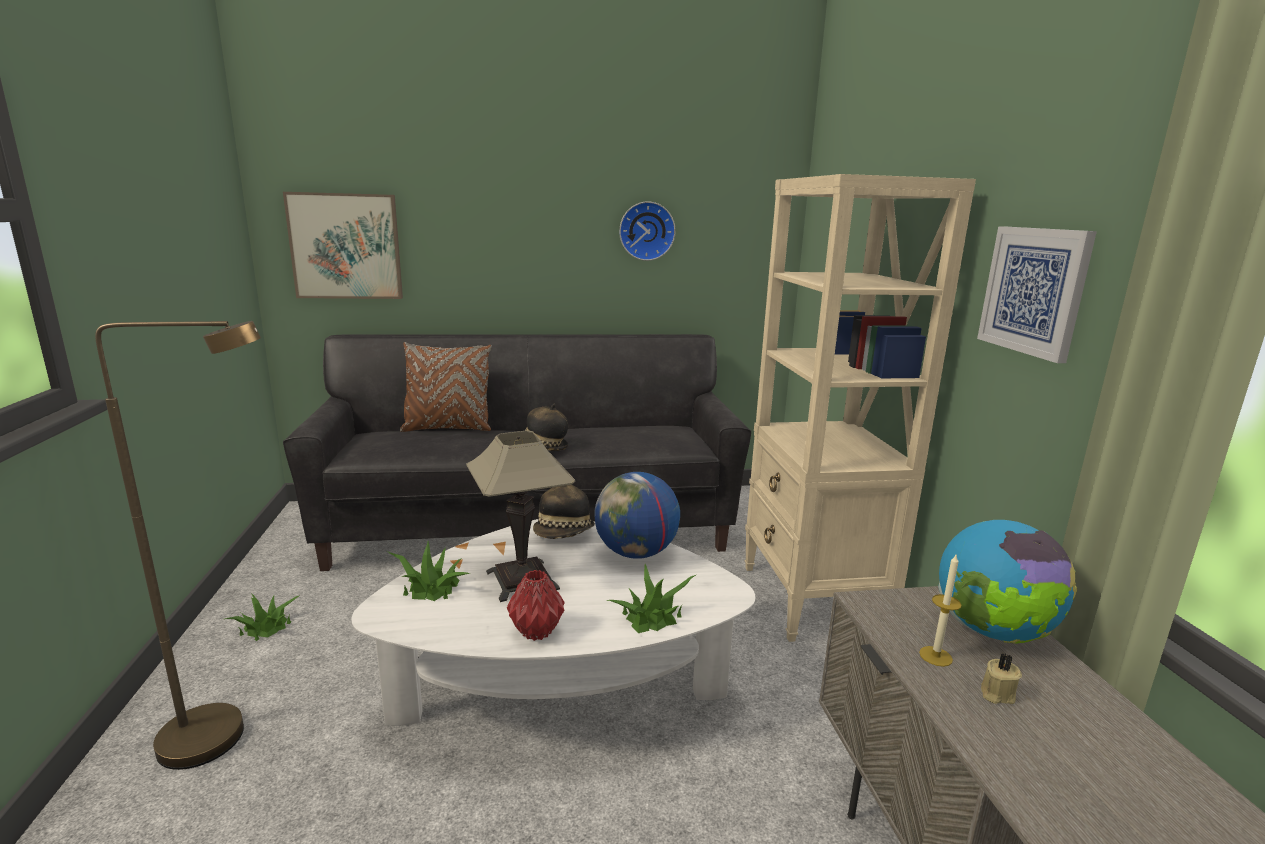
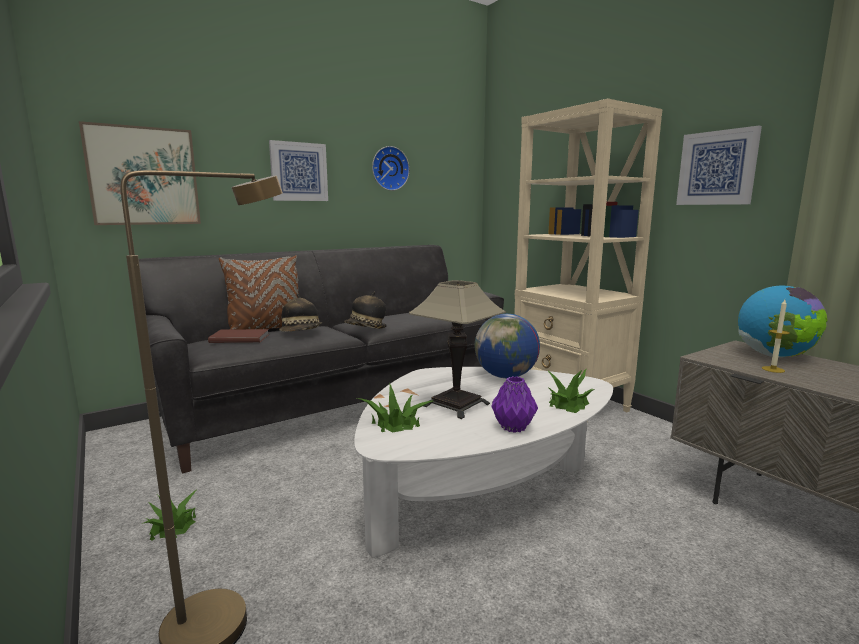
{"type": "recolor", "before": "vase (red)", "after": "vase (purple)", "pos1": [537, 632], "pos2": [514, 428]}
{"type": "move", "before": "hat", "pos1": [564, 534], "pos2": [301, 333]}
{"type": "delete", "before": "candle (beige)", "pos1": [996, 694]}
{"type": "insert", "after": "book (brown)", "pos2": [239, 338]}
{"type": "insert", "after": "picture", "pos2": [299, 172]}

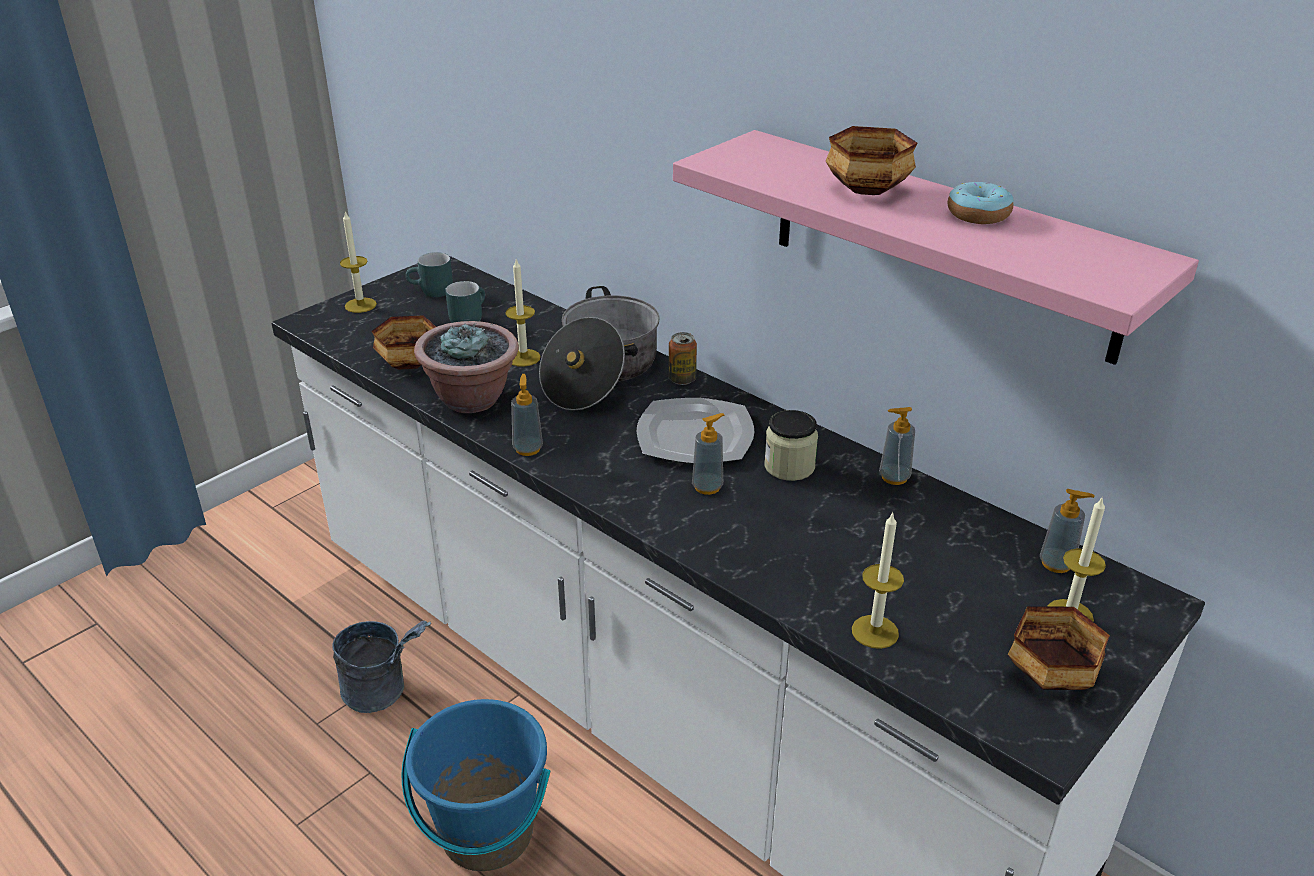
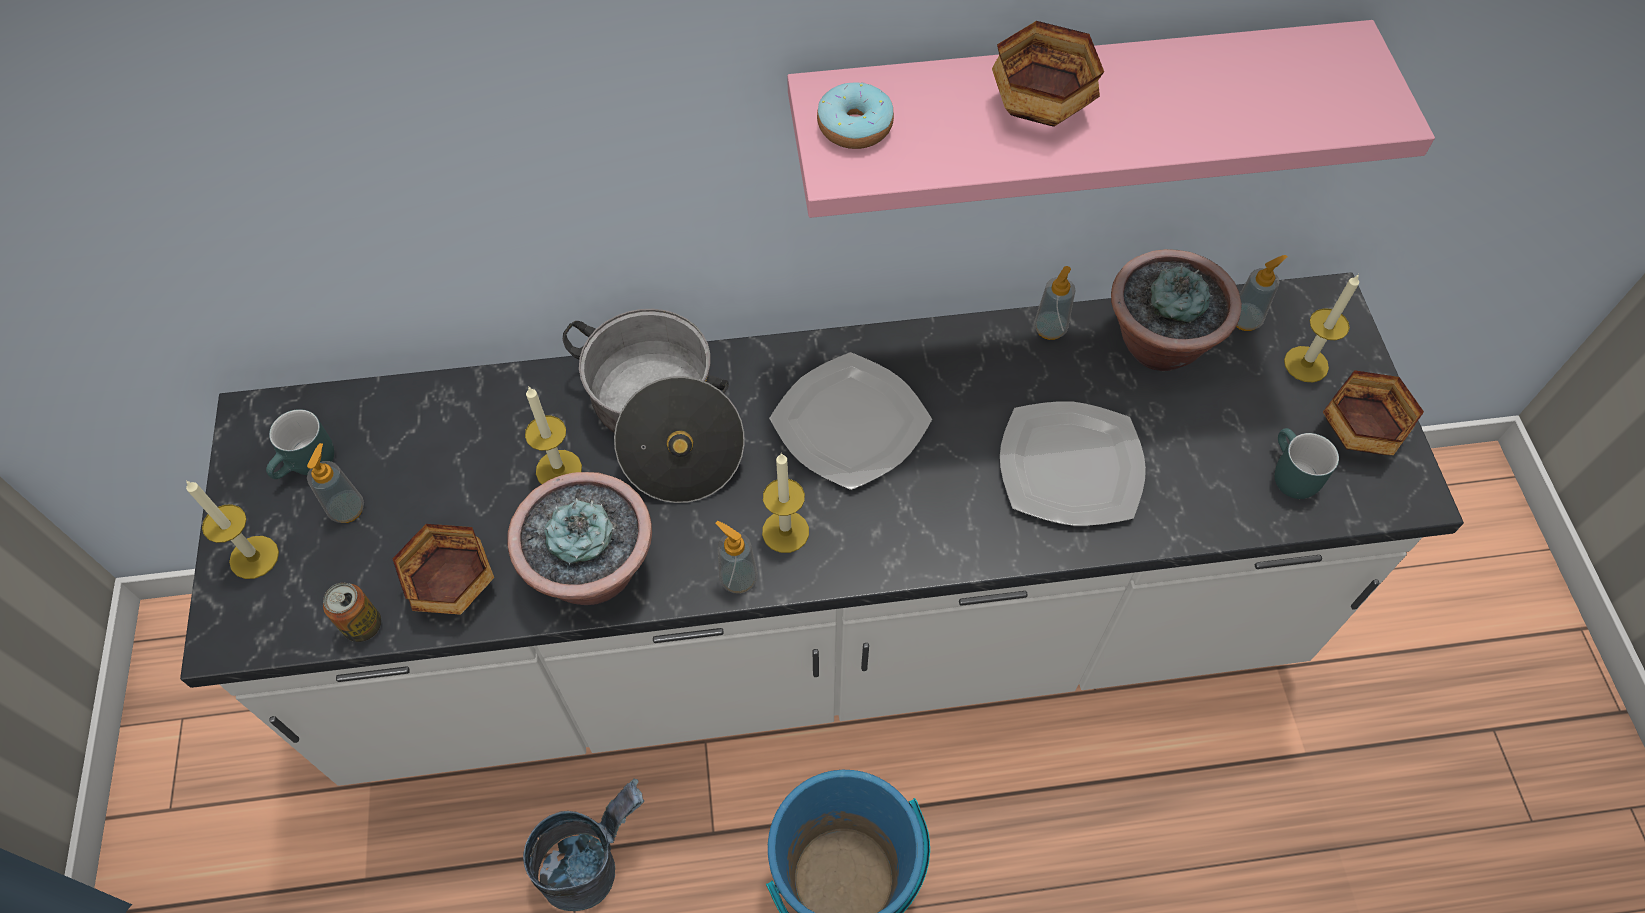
{"type": "move", "before": "mug (turquoise)", "pos1": [467, 318], "pos2": [1288, 475]}
{"type": "move", "before": "can", "pos1": [682, 379], "pos2": [363, 625]}
{"type": "move", "before": "soap dispenser", "pos1": [707, 487], "pos2": [347, 509]}
{"type": "delete", "before": "jar", "pos1": [789, 466]}
{"type": "move", "before": "candle", "pos1": [875, 631], "pos2": [785, 531]}
{"type": "move", "before": "donut", "pos1": [978, 215], "pos2": [854, 127]}
{"type": "insert", "after": "plate", "pos2": [1069, 465]}
{"type": "insert", "after": "potted plant", "pos2": [1157, 344]}

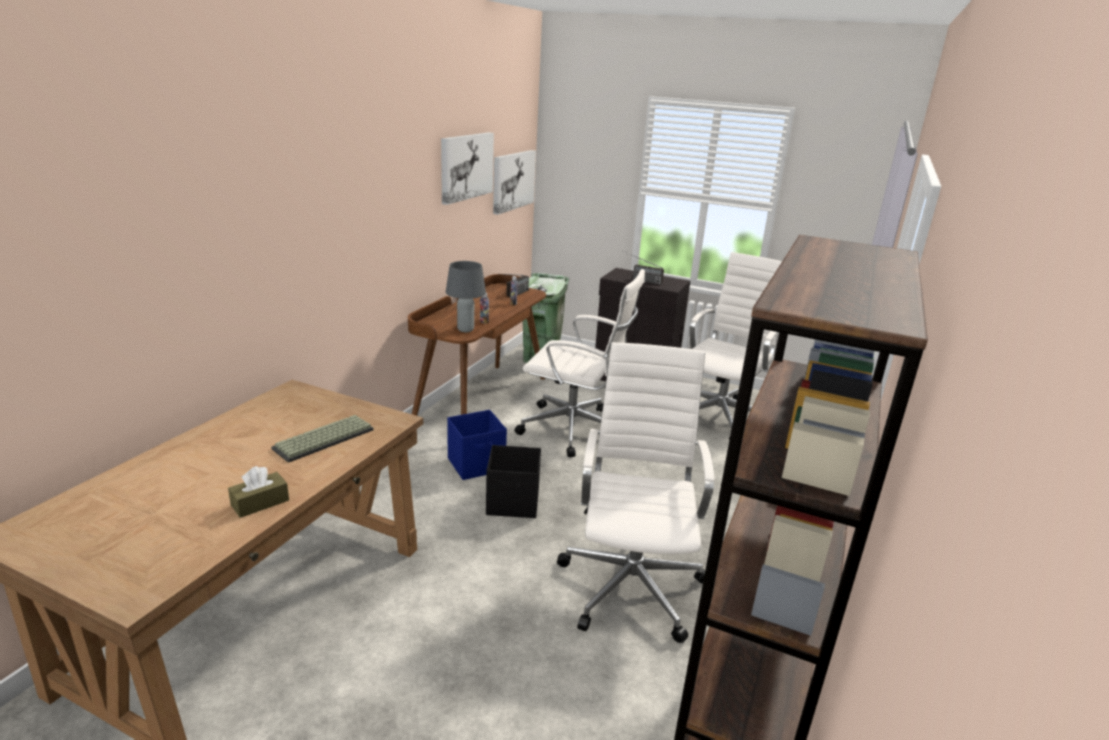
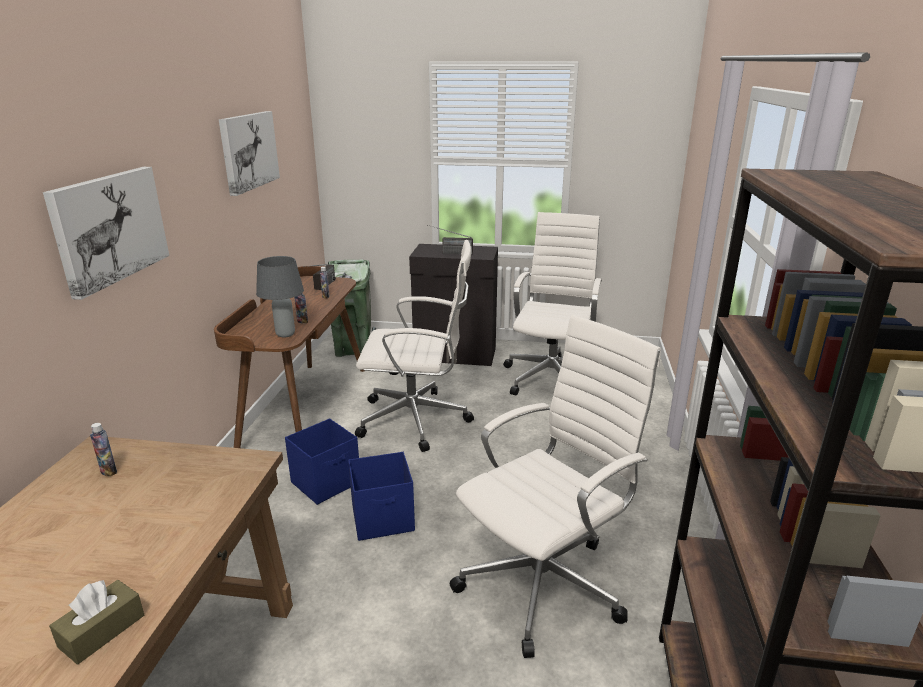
{"type": "delete", "before": "keyboard", "pos1": [324, 440]}
{"type": "recolor", "before": "storage box (black)", "after": "storage box (blue)", "pos1": [513, 503], "pos2": [384, 519]}
{"type": "move", "before": "picture", "pos1": [512, 181], "pos2": [110, 228]}
{"type": "rotate", "before": "office chair (white)", "pos1": [632, 583], "pos2": [545, 582], "turn": 60}
{"type": "insert", "after": "bottle", "pos2": [108, 471]}

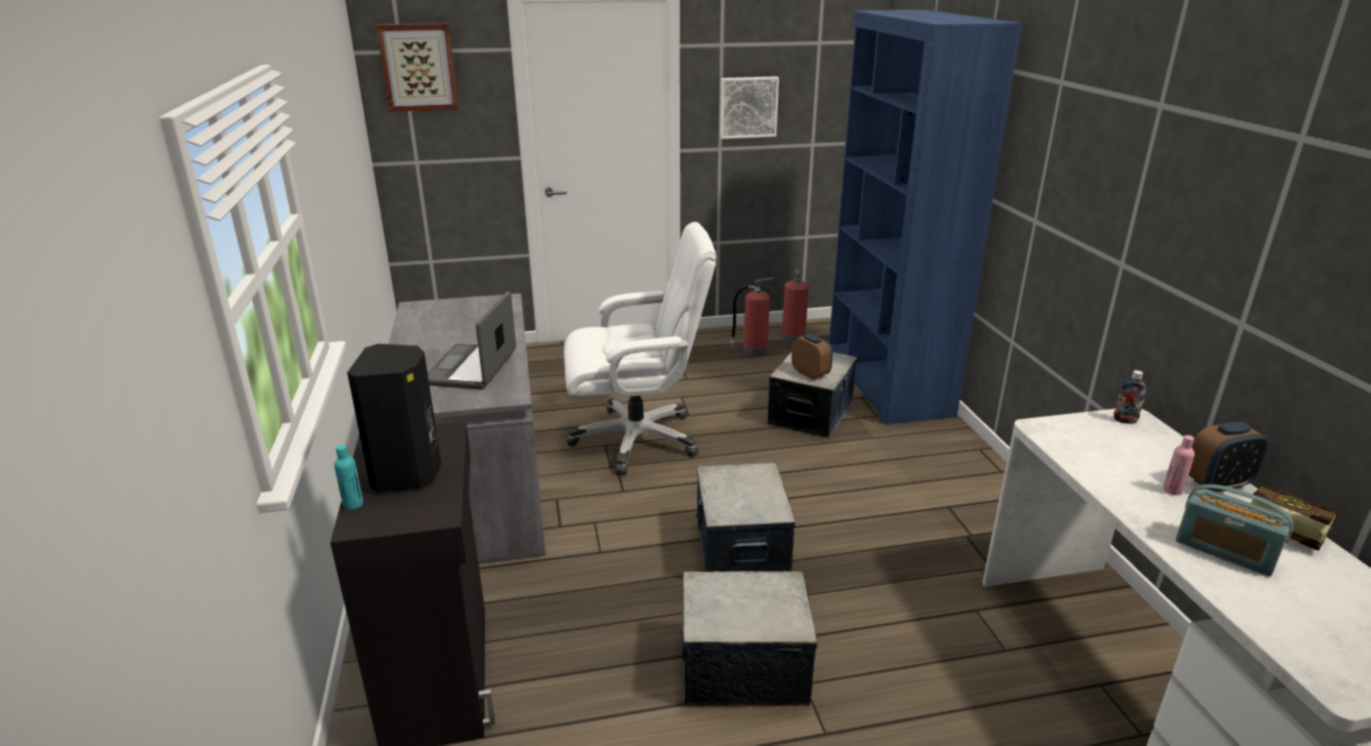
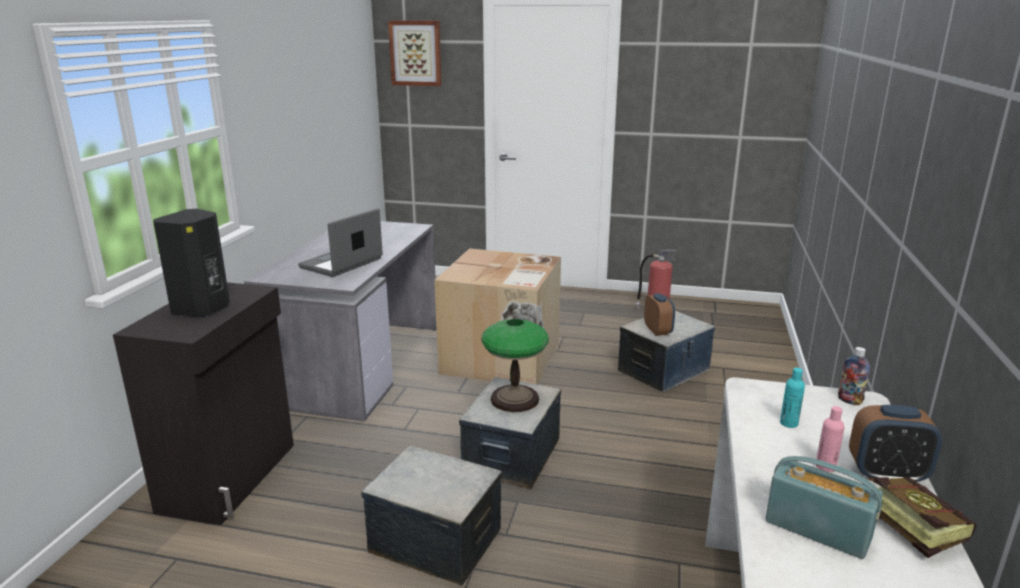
{"type": "move", "before": "bottle (turquoise)", "pos1": [353, 504], "pos2": [789, 423]}
{"type": "replace", "before": "office chair (white)", "after": "cardboard box", "pos1": [638, 439], "pos2": [502, 359]}
{"type": "delete", "before": "picture", "pos1": [748, 107]}
{"type": "delete", "before": "fire extinguisher", "pos1": [793, 338]}
{"type": "delete", "before": "bookcase (blue)", "pos1": [886, 382]}
{"type": "rotate", "before": "radio", "pos1": [1225, 551], "pos2": [817, 529], "turn": 150}
{"type": "insert", "after": "table lamp", "pos2": [515, 399]}

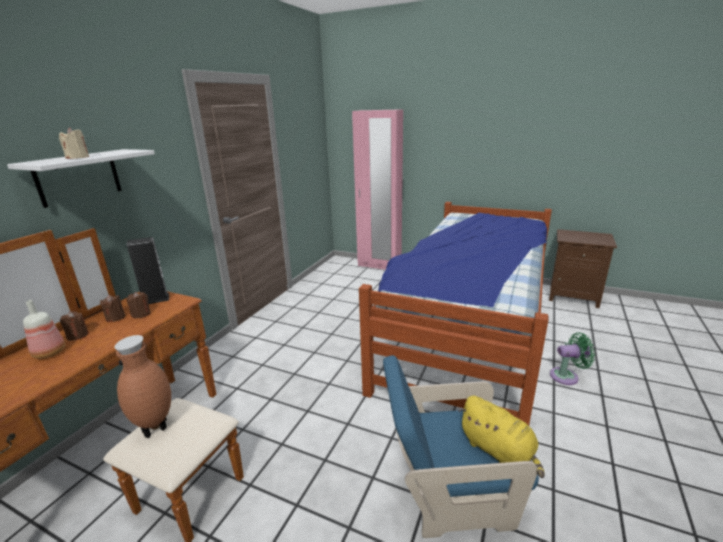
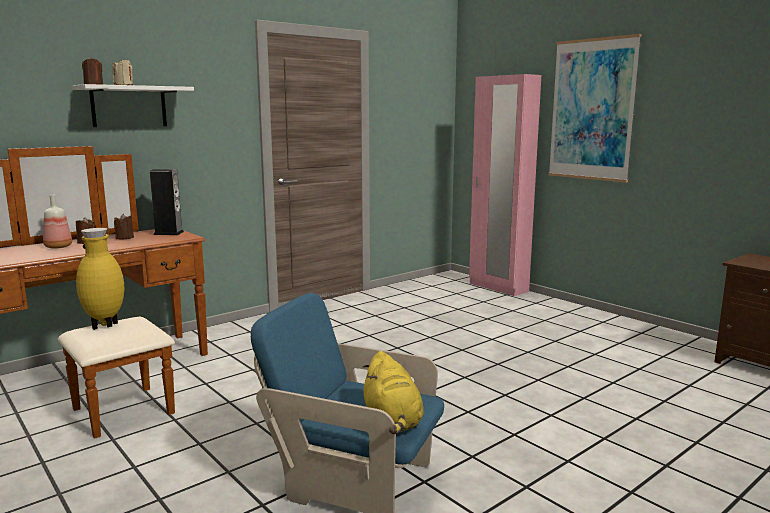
{"type": "recolor", "before": "vase (brown)", "after": "vase (yellow)", "pos1": [156, 428], "pos2": [105, 326]}
{"type": "move", "before": "candle (brown)", "pos1": [141, 314], "pos2": [93, 84]}
{"type": "delete", "before": "bed", "pos1": [468, 328]}
{"type": "delete", "before": "fan (green)", "pos1": [567, 376]}
{"type": "insert", "after": "picture", "pos2": [592, 110]}

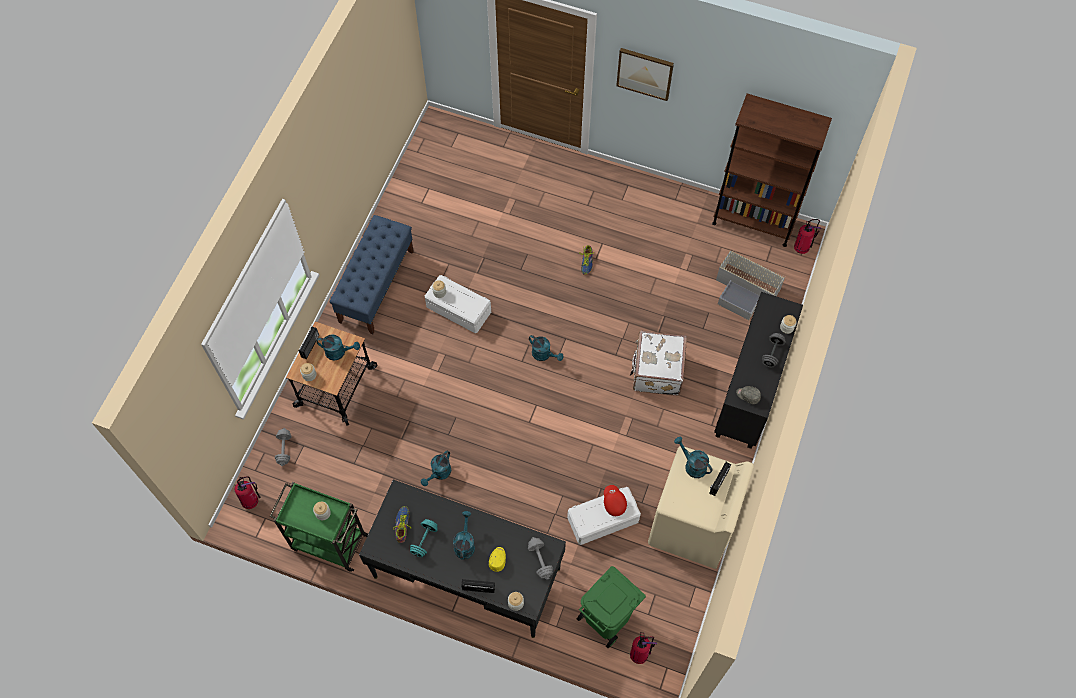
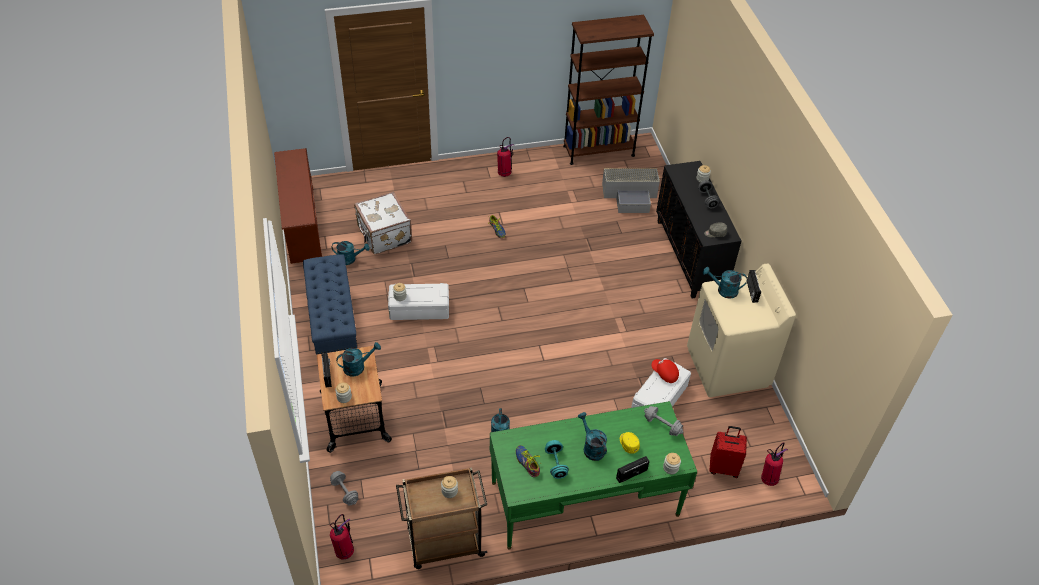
{"type": "recolor", "before": "cart (green)", "after": "cart (brown)", "pos1": [328, 541], "pos2": [444, 544]}
{"type": "recolor", "before": "desk (black)", "after": "desk (green)", "pos1": [467, 573], "pos2": [585, 498]}
{"type": "move", "before": "watering can (turquoise)", "pos1": [544, 355], "pos2": [350, 259]}
{"type": "replace", "before": "trash can (green)", "after": "suitcase (red)", "pos1": [608, 619], "pos2": [723, 467]}
{"type": "delete", "before": "picture", "pos1": [645, 73]}
{"type": "move", "before": "suitcase (white)", "pos1": [656, 371], "pos2": [383, 235]}
{"type": "move", "before": "fire extinguisher", "pos1": [802, 248], "pos2": [504, 173]}
{"type": "insert", "after": "shoe rack (brown)", "pos2": [301, 224]}

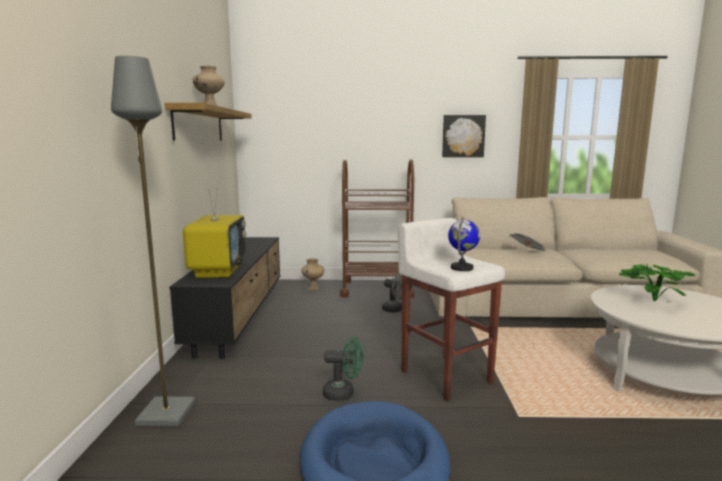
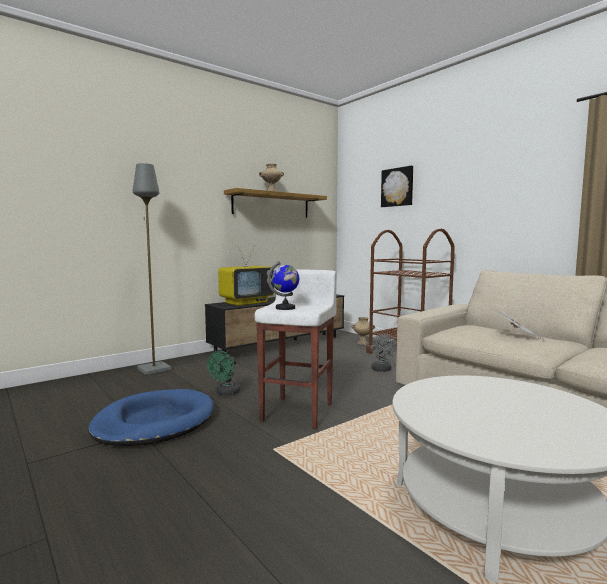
{"type": "rotate", "before": "fan (green)", "pos1": [344, 393], "pos2": [226, 393], "turn": 60}
{"type": "move", "before": "picture", "pos1": [463, 136], "pos2": [397, 187]}
{"type": "delete", "before": "potted plant", "pos1": [650, 301]}

